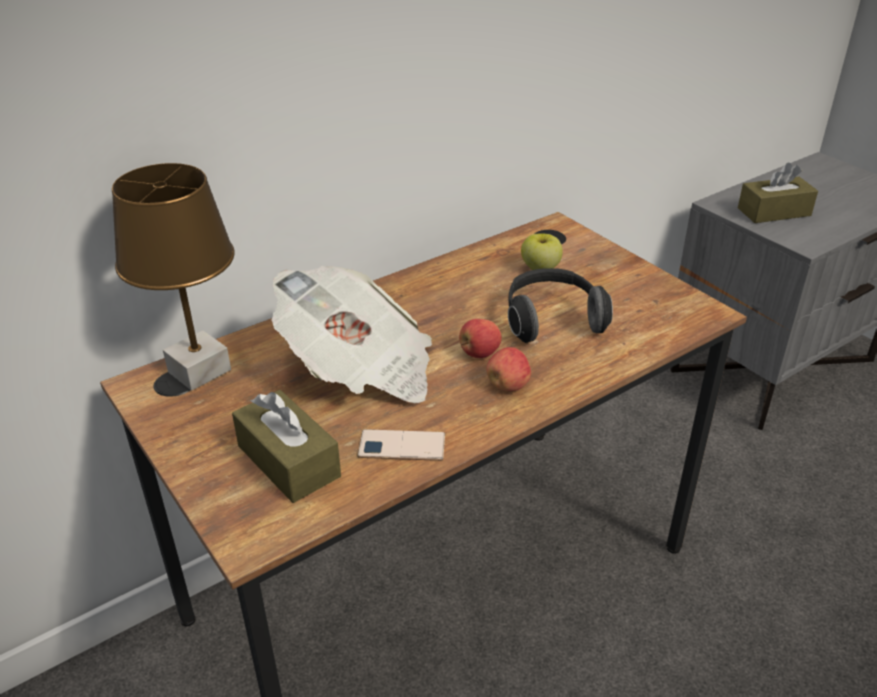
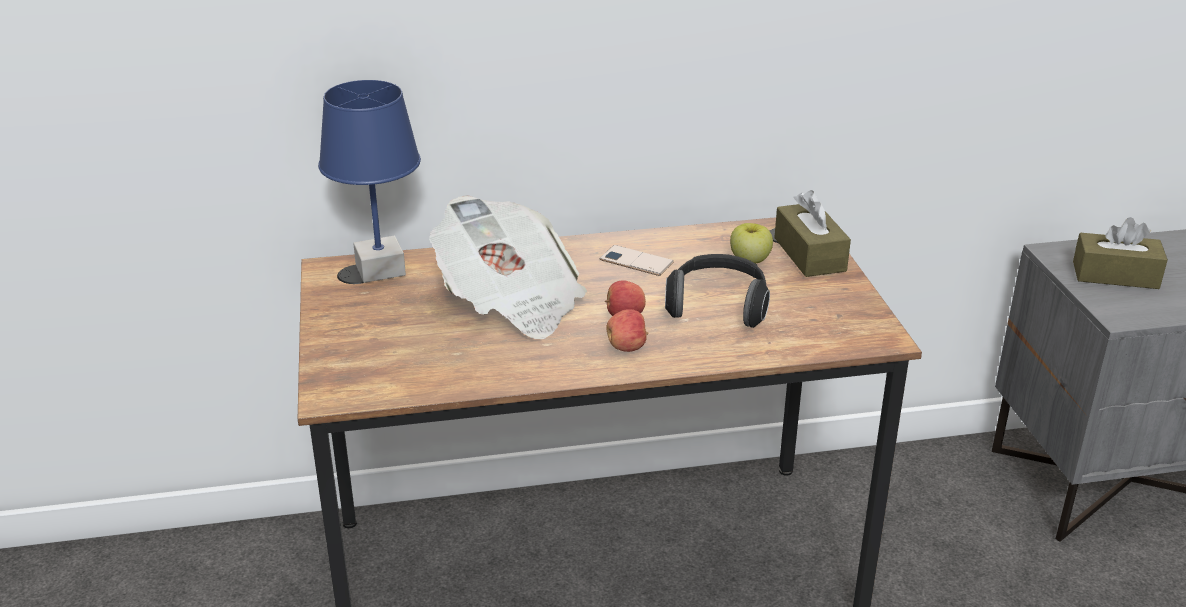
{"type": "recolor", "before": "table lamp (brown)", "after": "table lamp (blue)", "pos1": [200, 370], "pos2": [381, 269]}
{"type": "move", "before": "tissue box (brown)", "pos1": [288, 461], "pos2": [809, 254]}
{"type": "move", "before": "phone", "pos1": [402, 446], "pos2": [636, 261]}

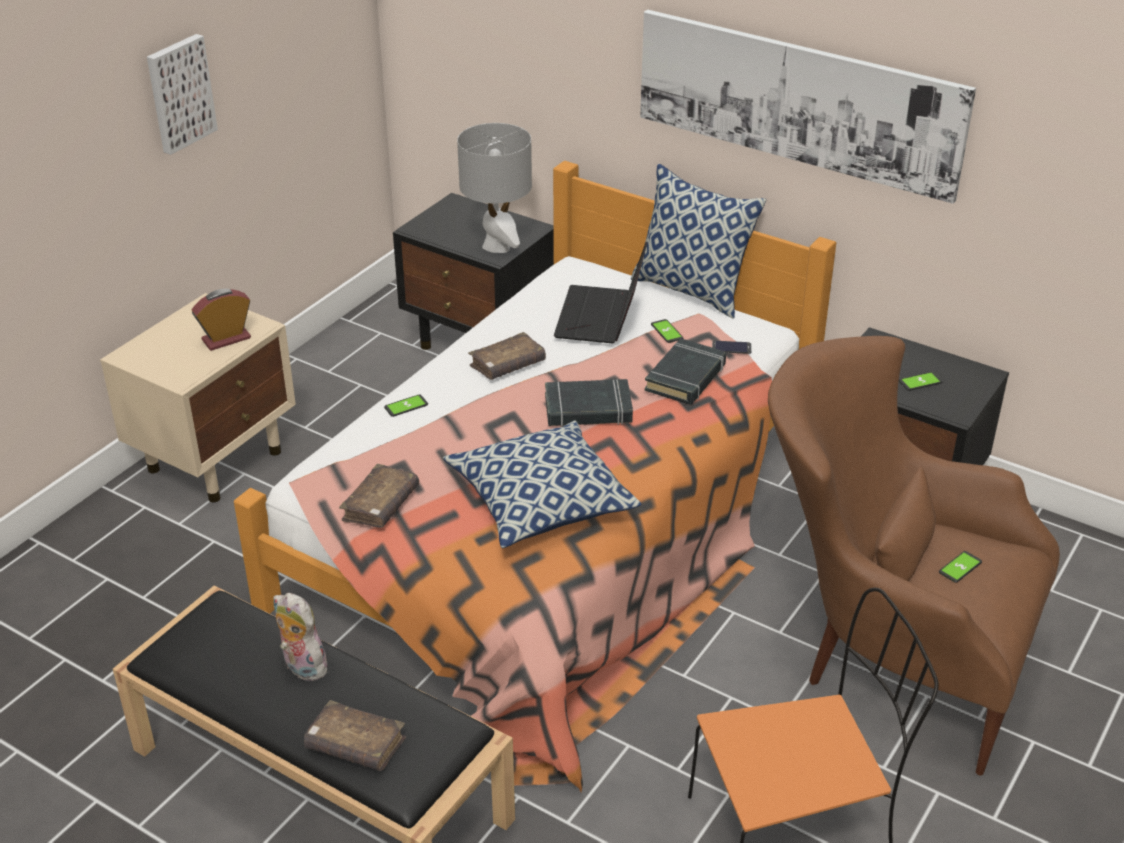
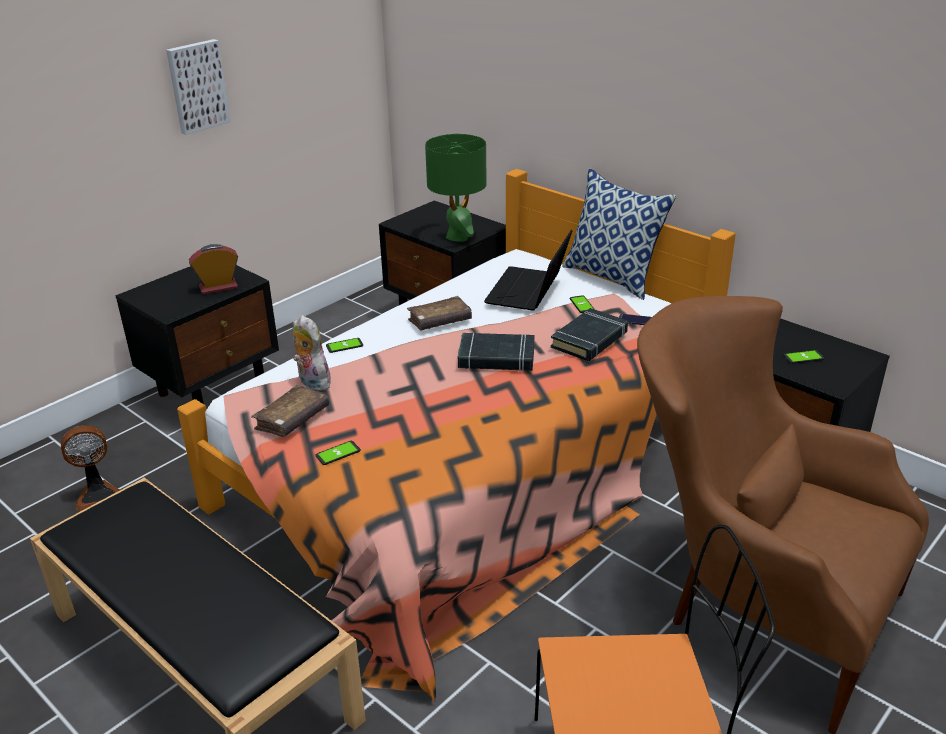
{"type": "recolor", "before": "nightstand (beige)", "after": "nightstand (black)", "pos1": [216, 459], "pos2": [214, 390]}
{"type": "move", "before": "plush toy", "pos1": [301, 667], "pos2": [311, 382]}
{"type": "delete", "before": "book (brown)", "pos1": [355, 745]}
{"type": "delete", "before": "pillow", "pos1": [540, 502]}
{"type": "recolor", "before": "table lamp (grey)", "after": "table lamp (green)", "pos1": [497, 246], "pos2": [458, 237]}
{"type": "delete", "before": "picture", "pos1": [797, 102]}
{"type": "move", "before": "phone", "pos1": [960, 567], "pos2": [338, 453]}
{"type": "insert", "after": "fan", "pos2": [98, 494]}

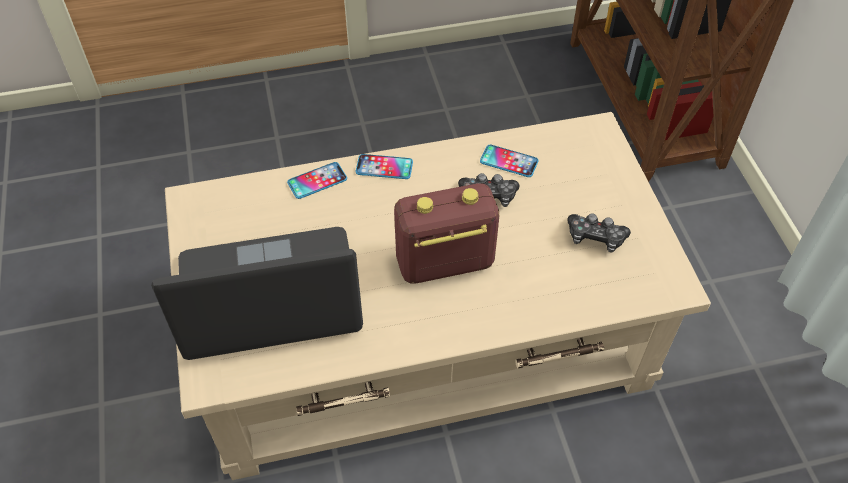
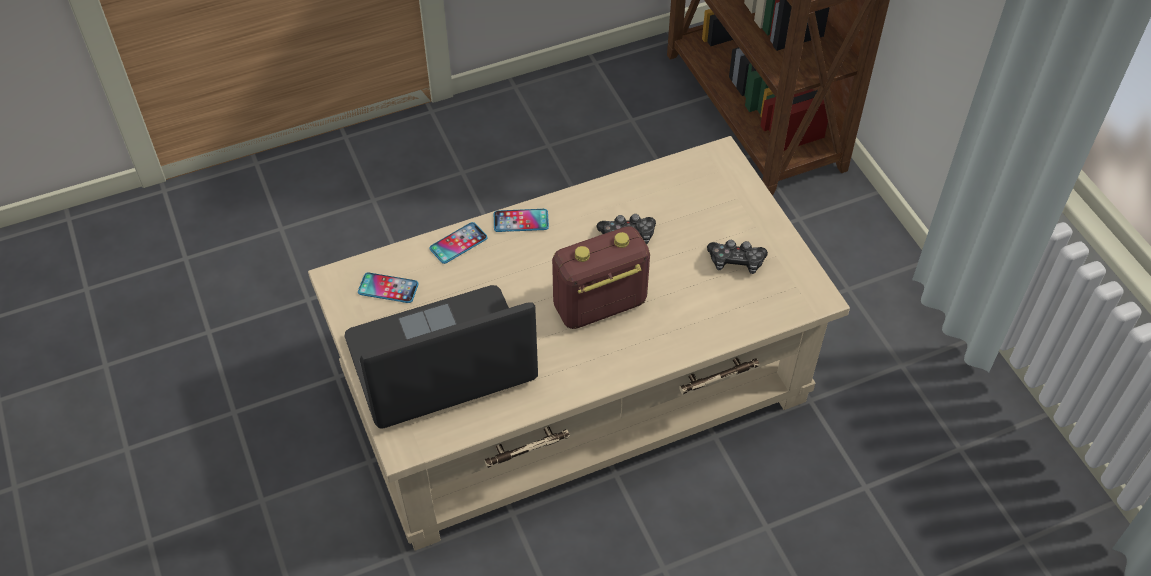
{"type": "move", "before": "phone", "pos1": [509, 161], "pos2": [388, 288]}

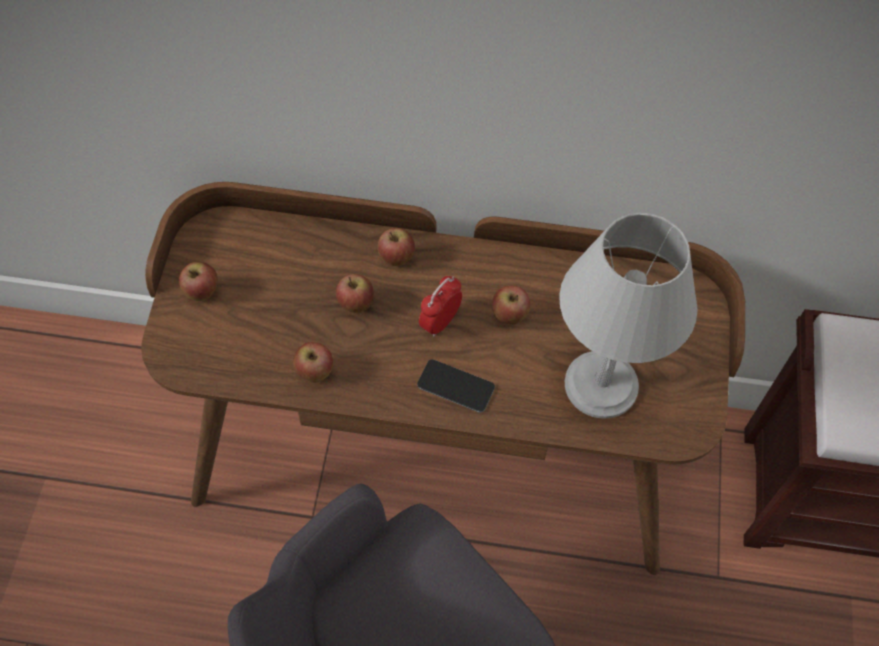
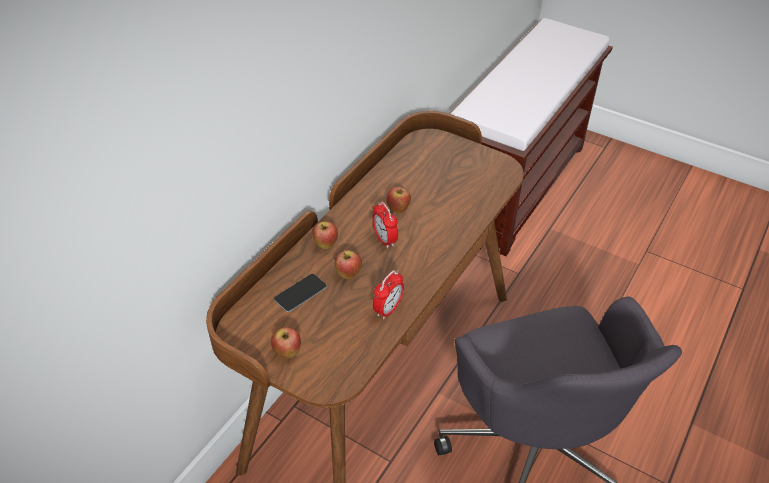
{"type": "replace", "before": "apple", "after": "alarm clock", "pos1": [315, 373], "pos2": [388, 309]}
{"type": "move", "before": "phone", "pos1": [455, 386], "pos2": [300, 293]}
{"type": "delete", "before": "table lamp (grey)", "pos1": [600, 384]}

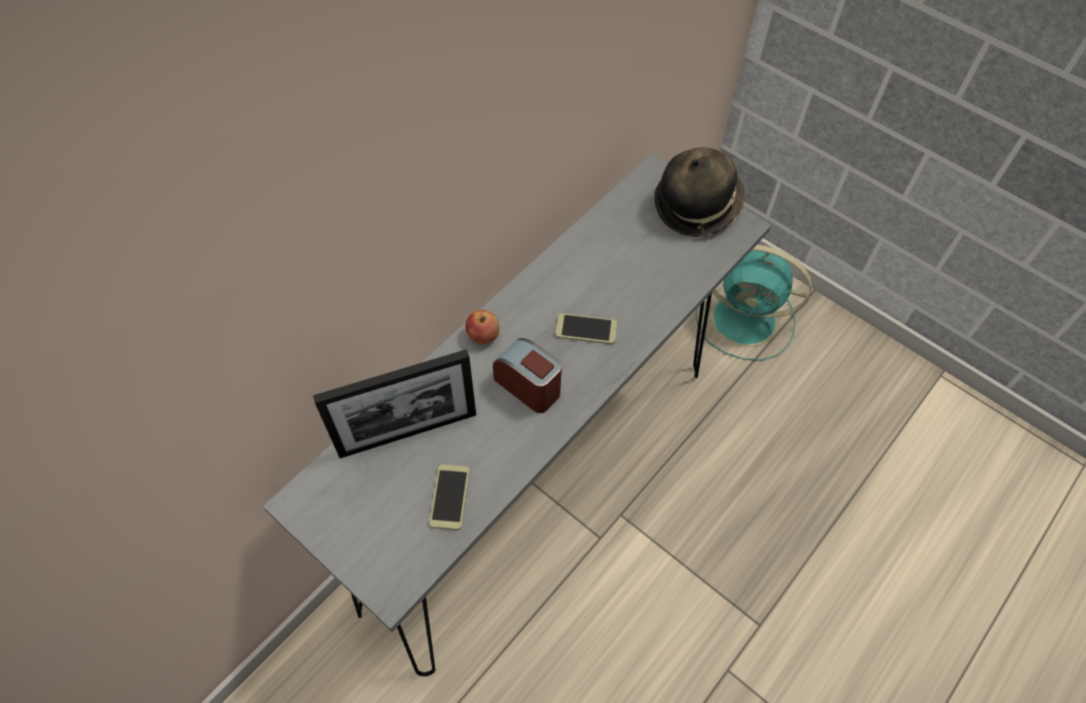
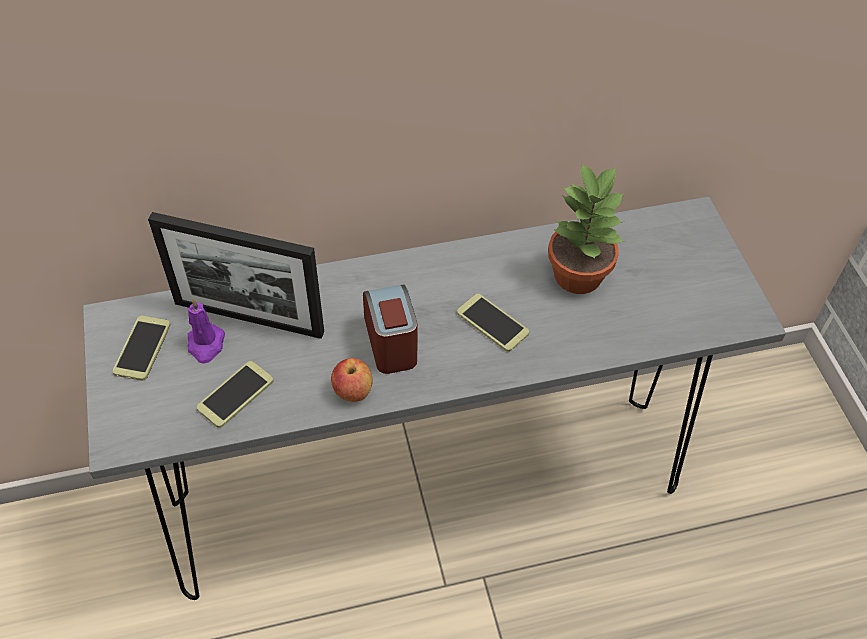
{"type": "move", "before": "apple", "pos1": [483, 336], "pos2": [352, 391]}
{"type": "delete", "before": "hat", "pos1": [697, 205]}
{"type": "delete", "before": "fan (turquoise)", "pos1": [747, 320]}
{"type": "insert", "after": "phone", "pos2": [142, 348]}
{"type": "insert", "after": "candle (purple)", "pos2": [206, 345]}
{"type": "insert", "after": "potted plant", "pos2": [578, 274]}

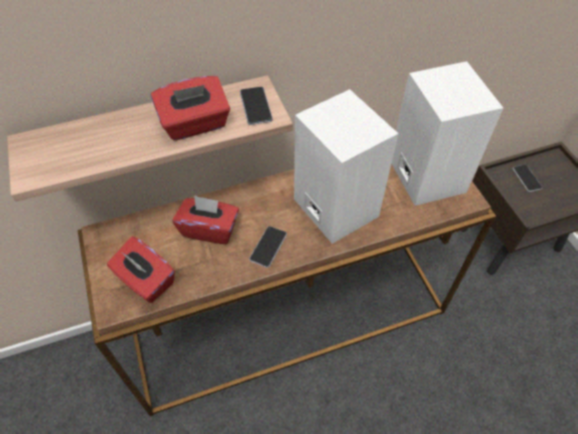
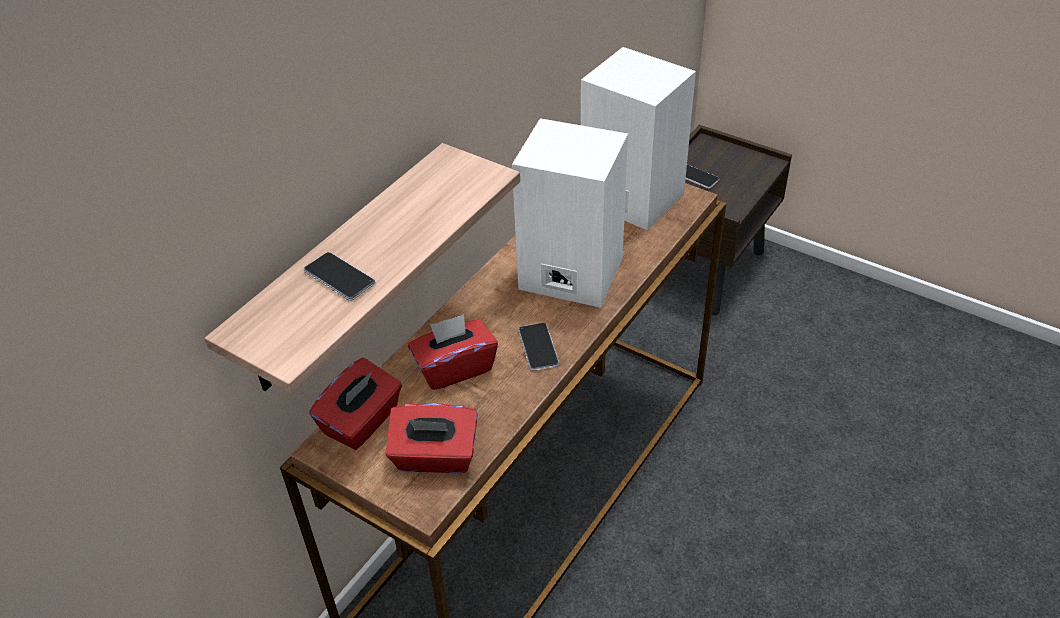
{"type": "move", "before": "tissue box (red)", "pos1": [195, 124], "pos2": [362, 422]}
{"type": "move", "before": "phone", "pos1": [255, 106], "pos2": [339, 277]}

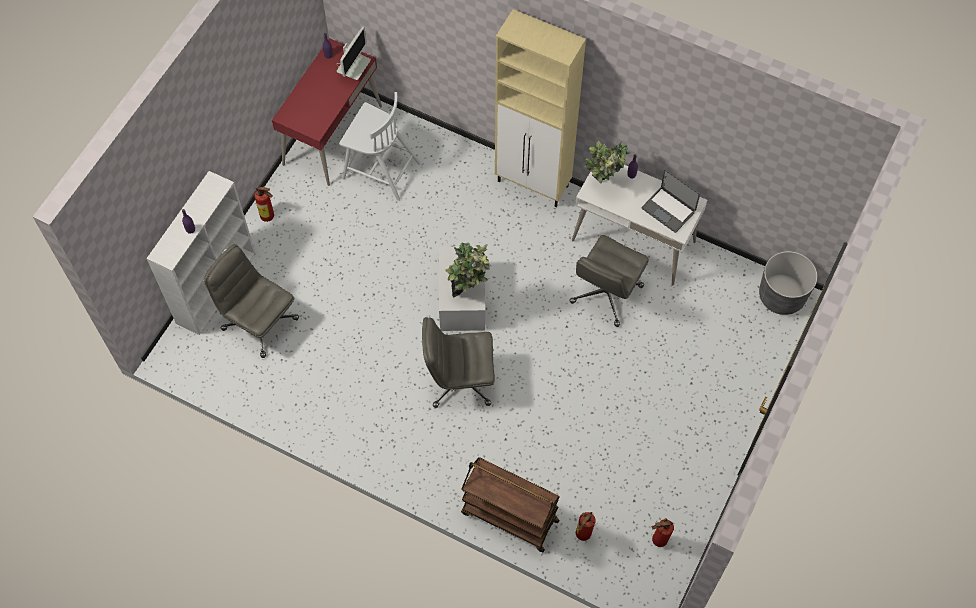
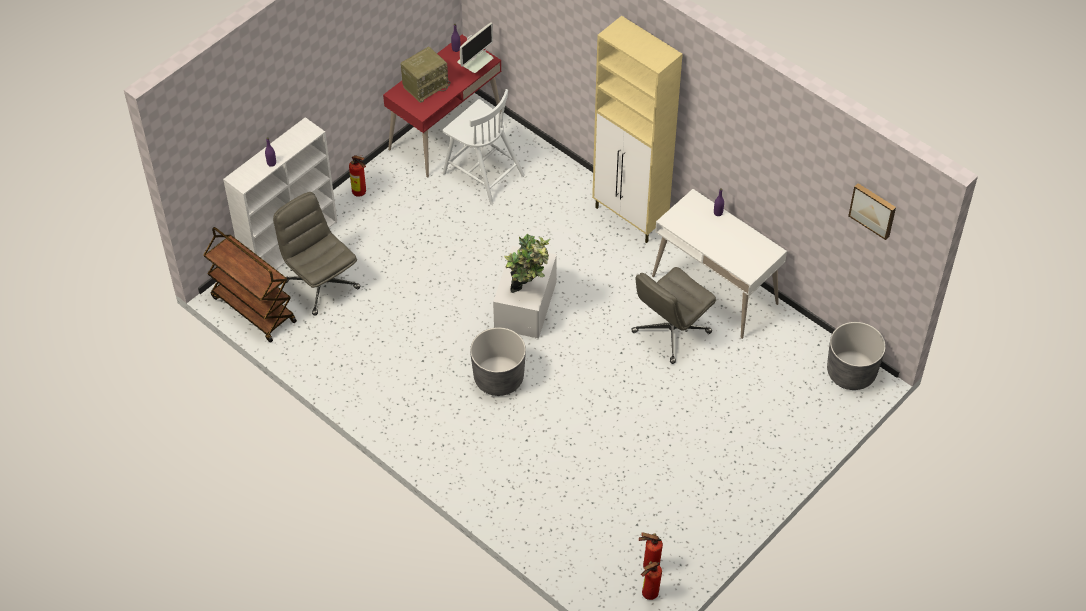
{"type": "replace", "before": "office chair (grey)", "after": "planter (grey)", "pos1": [460, 381], "pos2": [498, 378]}
{"type": "move", "before": "cart (brown)", "pos1": [509, 517], "pos2": [253, 309]}
{"type": "move", "before": "fire extinguisher", "pos1": [581, 535], "pos2": [648, 594]}
{"type": "delete", "before": "potted plant", "pos1": [603, 187]}
{"type": "delete", "before": "laptop", "pos1": [669, 209]}
{"type": "insert", "after": "radio", "pos2": [425, 86]}
{"type": "insert", "after": "picture", "pos2": [873, 210]}

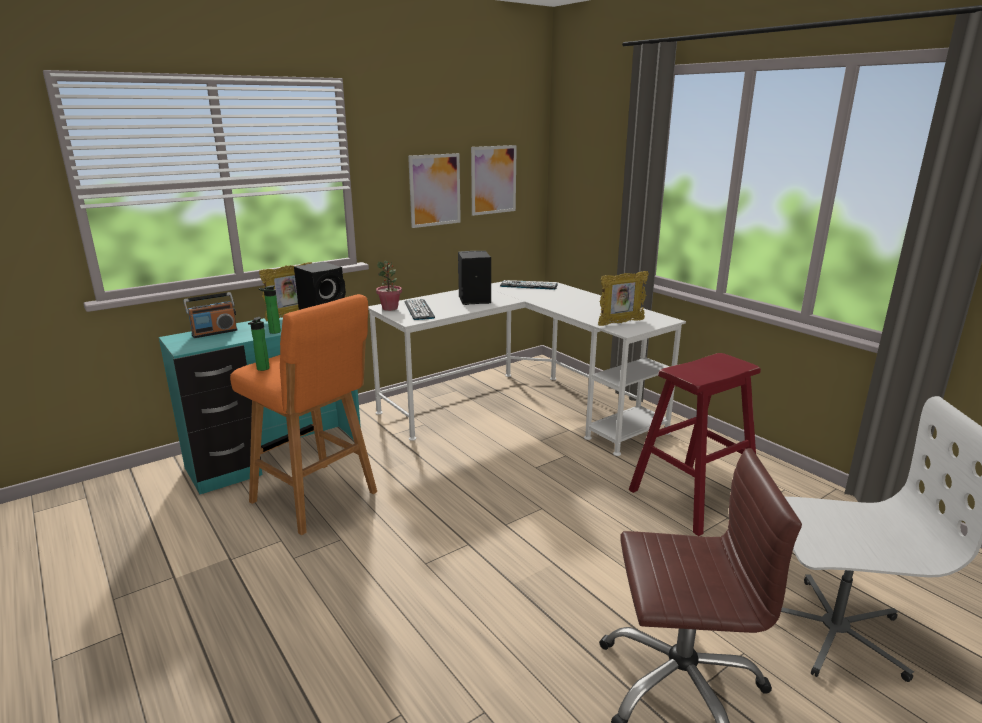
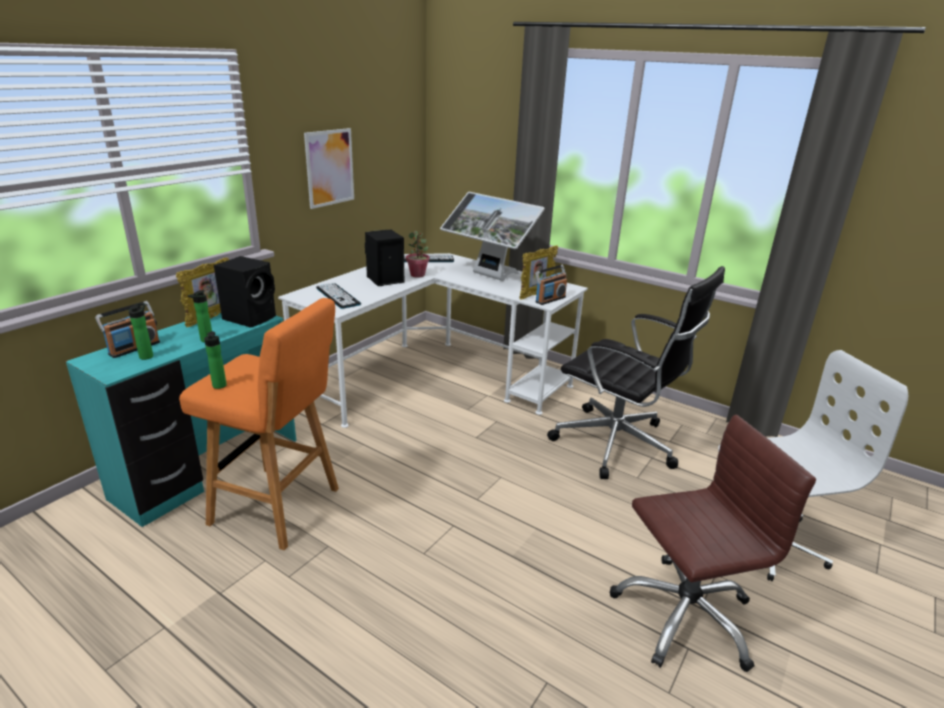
{"type": "move", "before": "potted plant", "pos1": [390, 308], "pos2": [417, 275]}
{"type": "delete", "before": "picture", "pos1": [493, 180]}
{"type": "replace", "before": "stool (red)", "after": "office chair (black)", "pos1": [692, 498], "pos2": [618, 445]}
{"type": "insert", "after": "bottle", "pos2": [147, 356]}
{"type": "insert", "after": "monitor", "pos2": [489, 276]}
{"type": "insert", "after": "radio", "pos2": [550, 299]}

